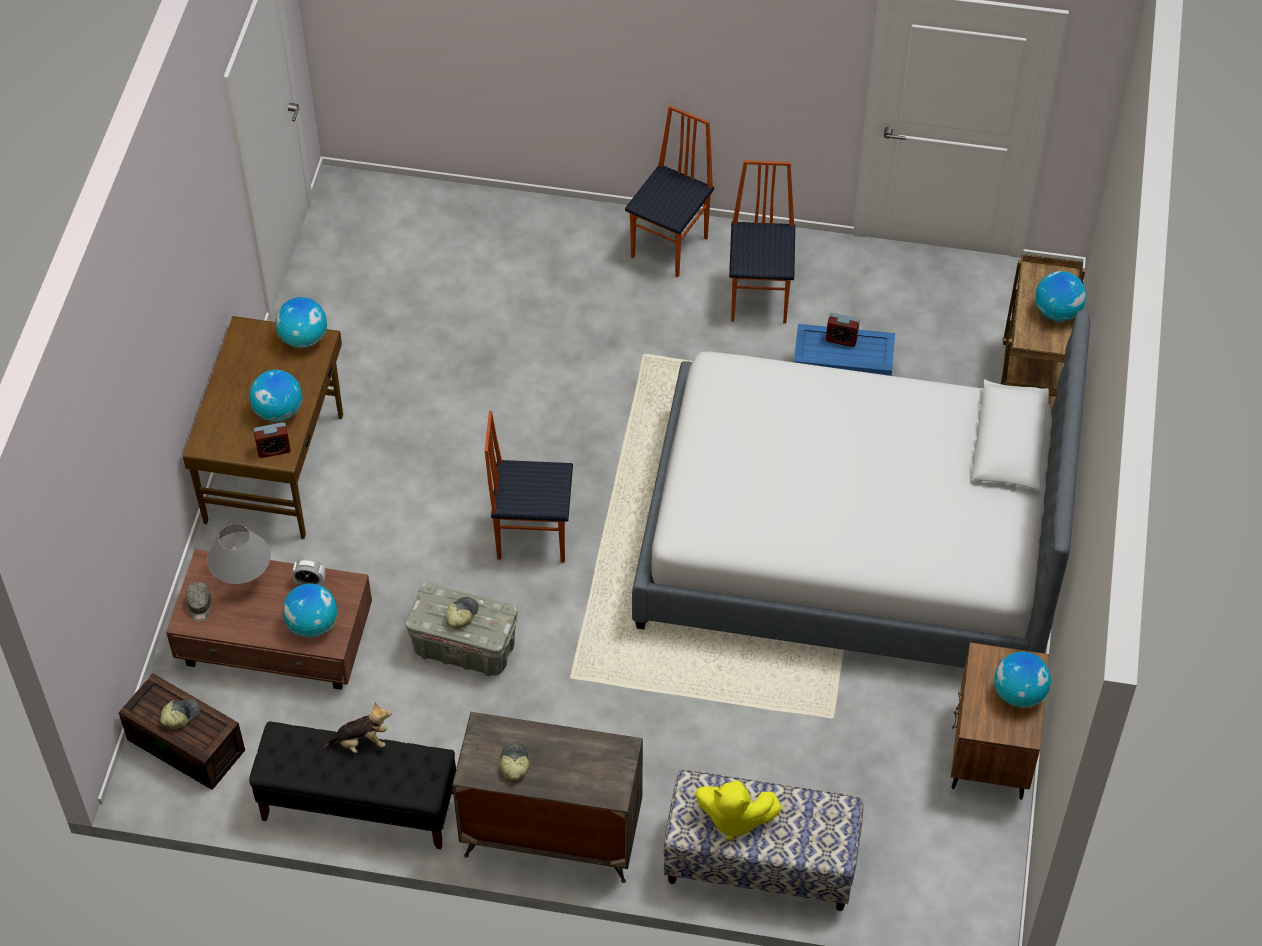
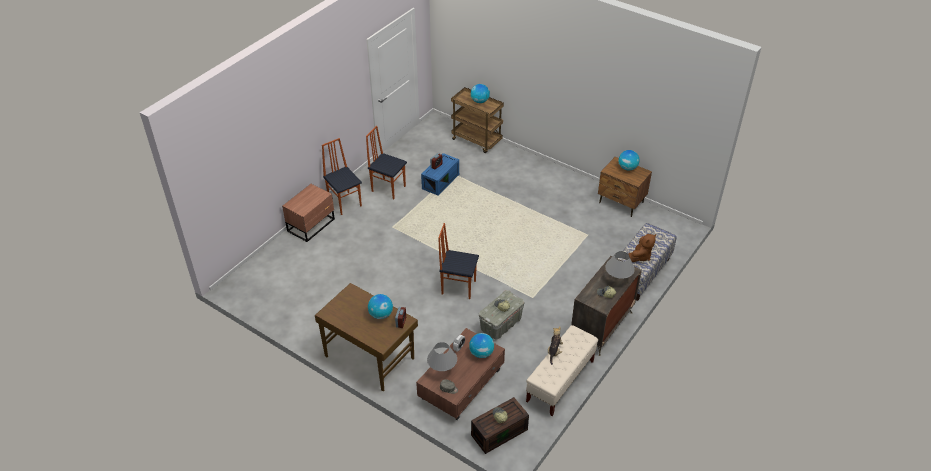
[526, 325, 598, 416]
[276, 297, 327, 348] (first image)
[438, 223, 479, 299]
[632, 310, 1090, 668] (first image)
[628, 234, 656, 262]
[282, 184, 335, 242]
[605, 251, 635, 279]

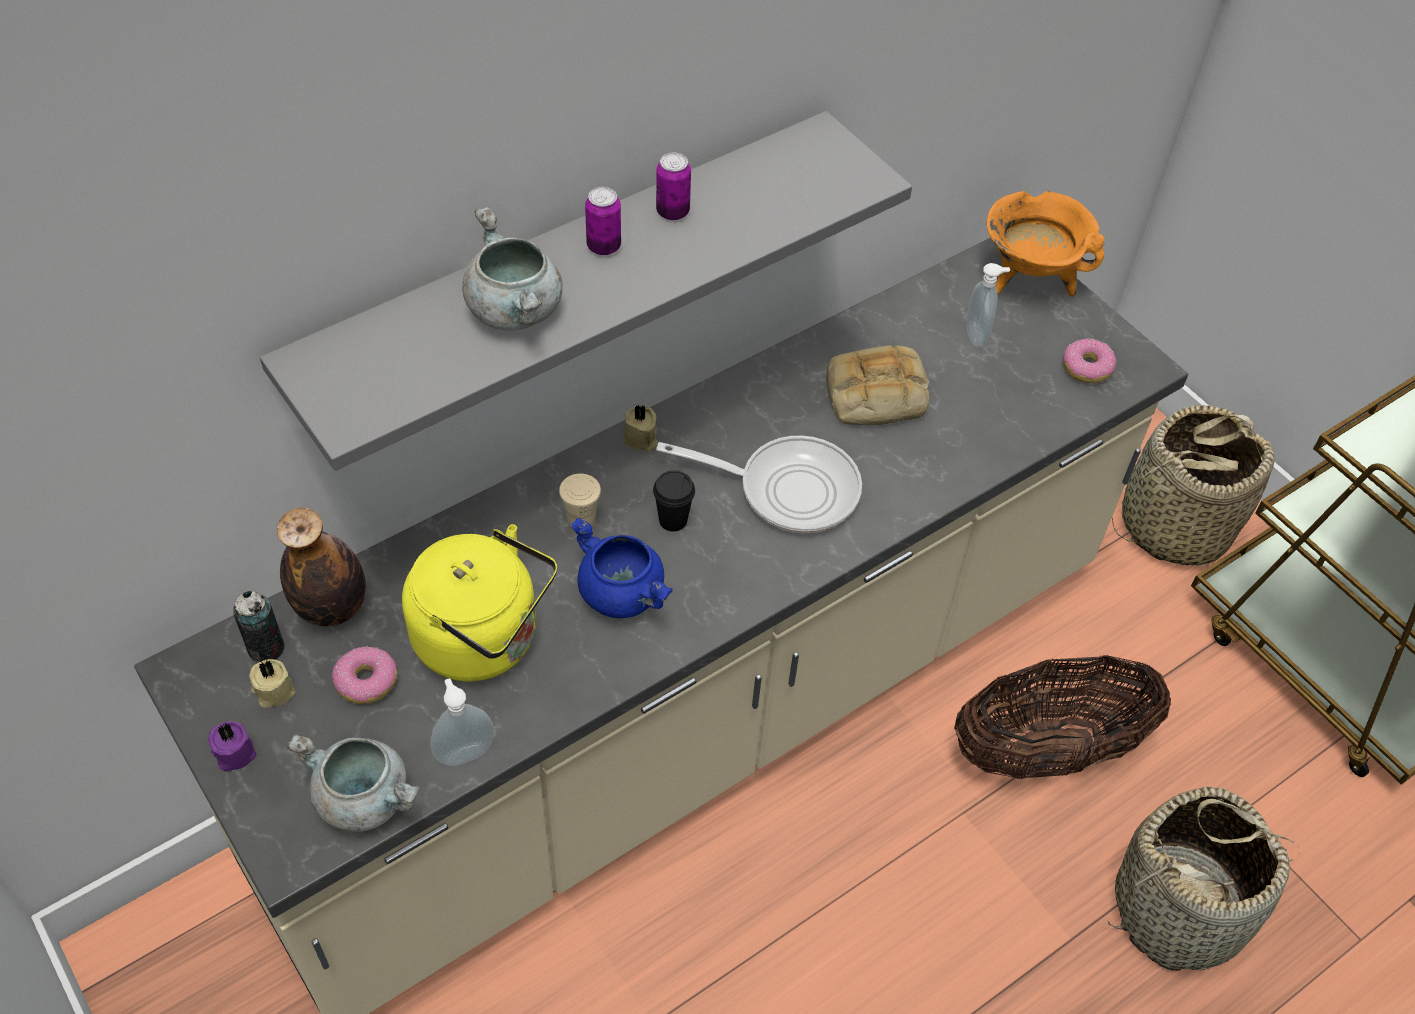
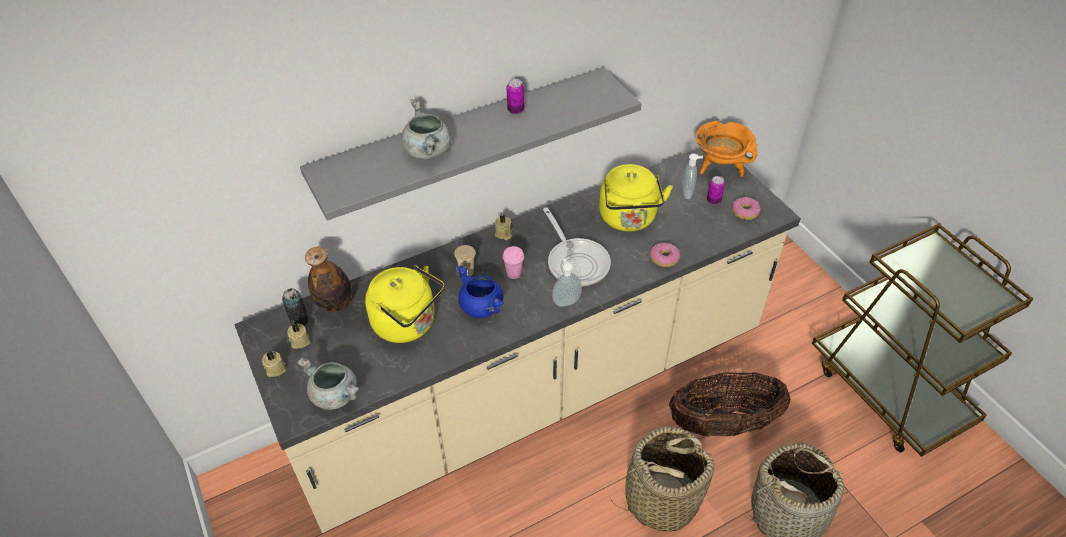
[262, 351, 286, 377]
[650, 243, 680, 267]
[552, 258, 582, 307]
[707, 176, 725, 205]
[503, 246, 524, 279]
[543, 207, 611, 286]
[599, 164, 673, 232]
[610, 427, 714, 532]

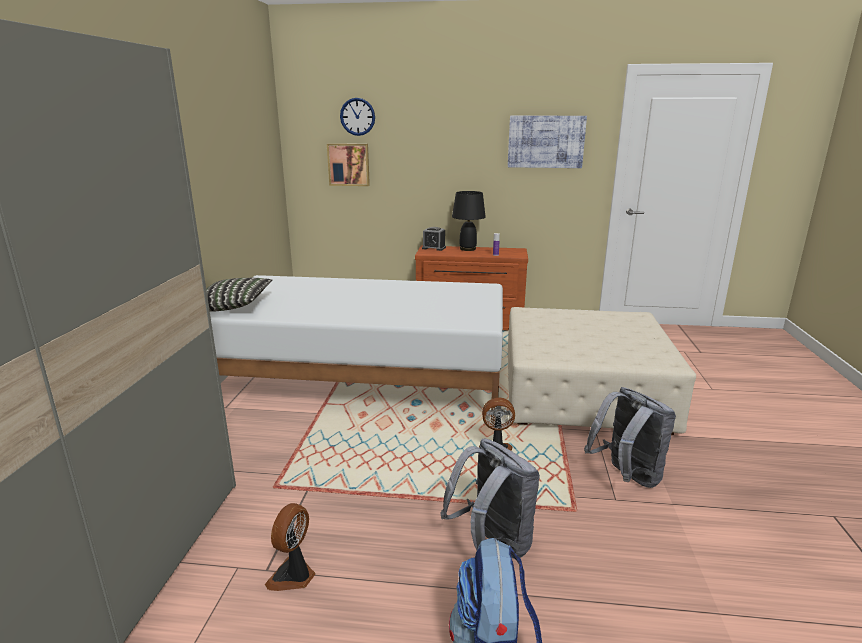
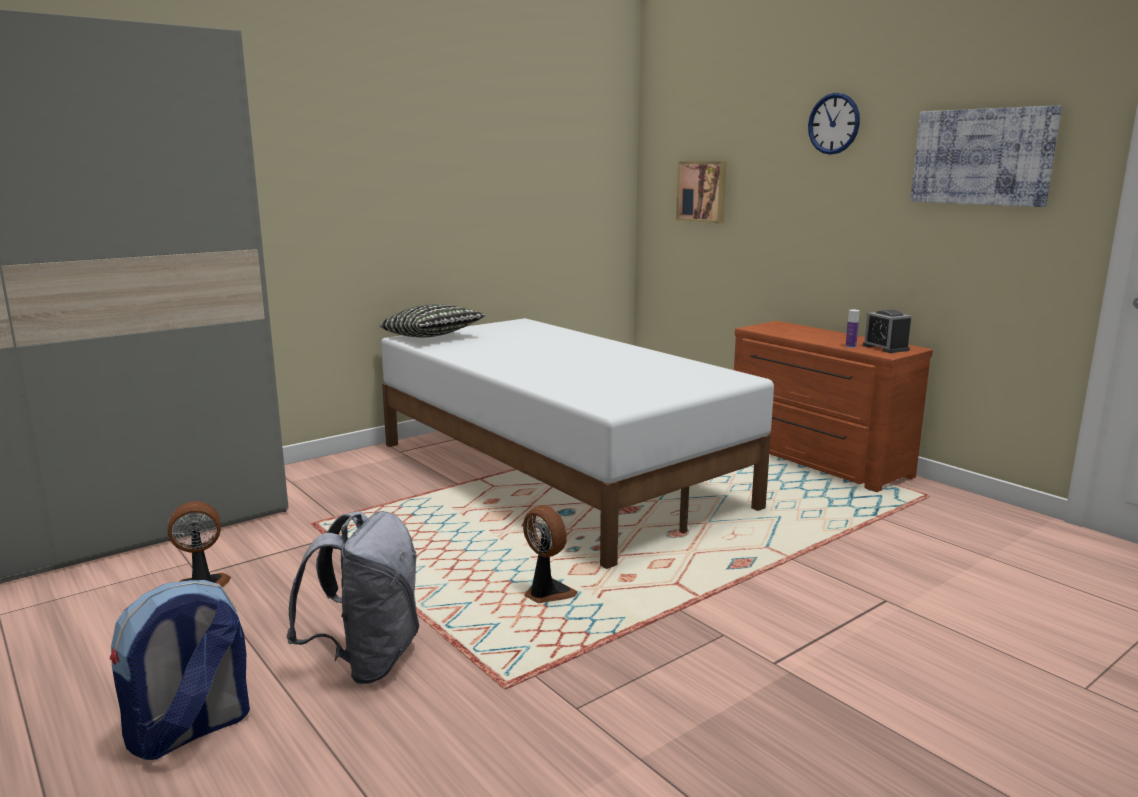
[808, 93, 860, 155]
[863, 310, 912, 353]
[452, 191, 486, 251] (first image)
[508, 307, 696, 435] (first image)
[584, 387, 676, 488] (first image)

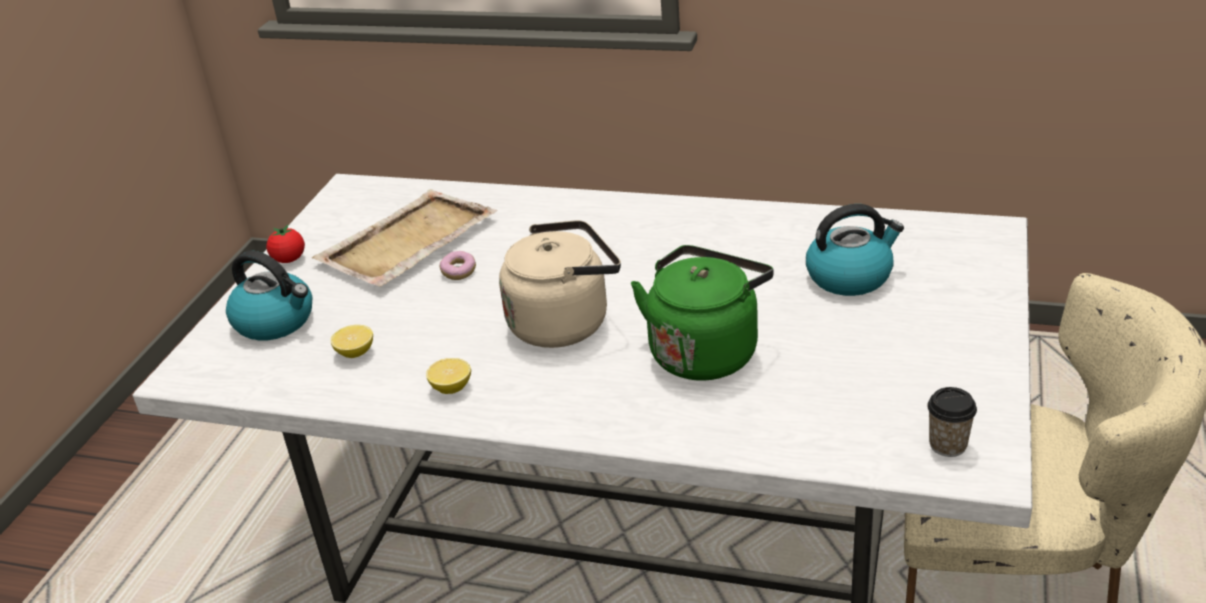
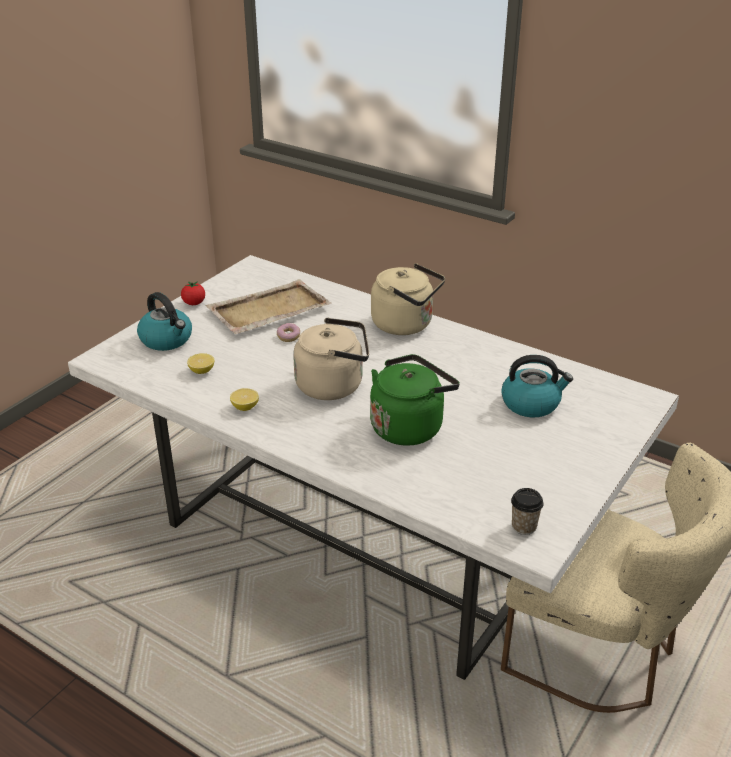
[371, 263, 445, 335]

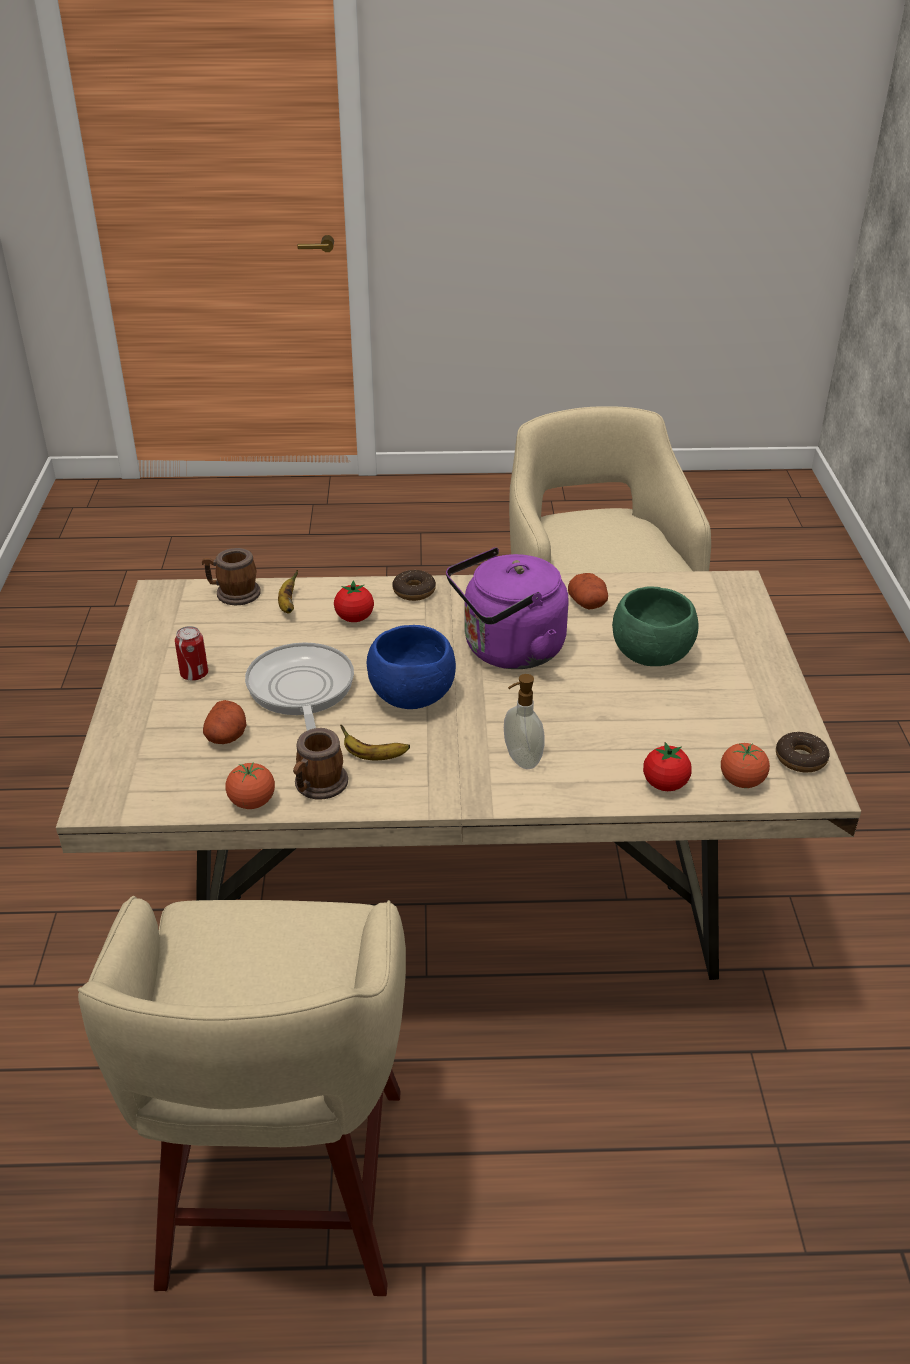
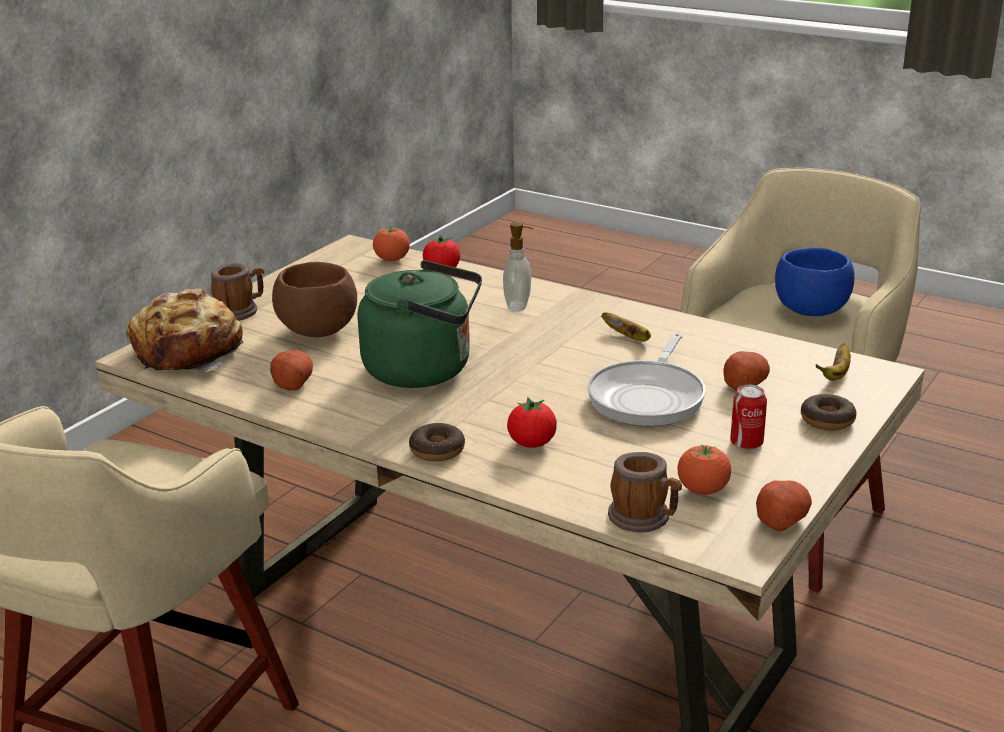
[677, 445, 731, 495]
[816, 343, 851, 381]
[211, 263, 264, 321]
[775, 248, 855, 316]
[358, 260, 482, 388]
[272, 262, 357, 337]
[801, 394, 857, 431]
[126, 288, 245, 372]
[756, 480, 812, 532]

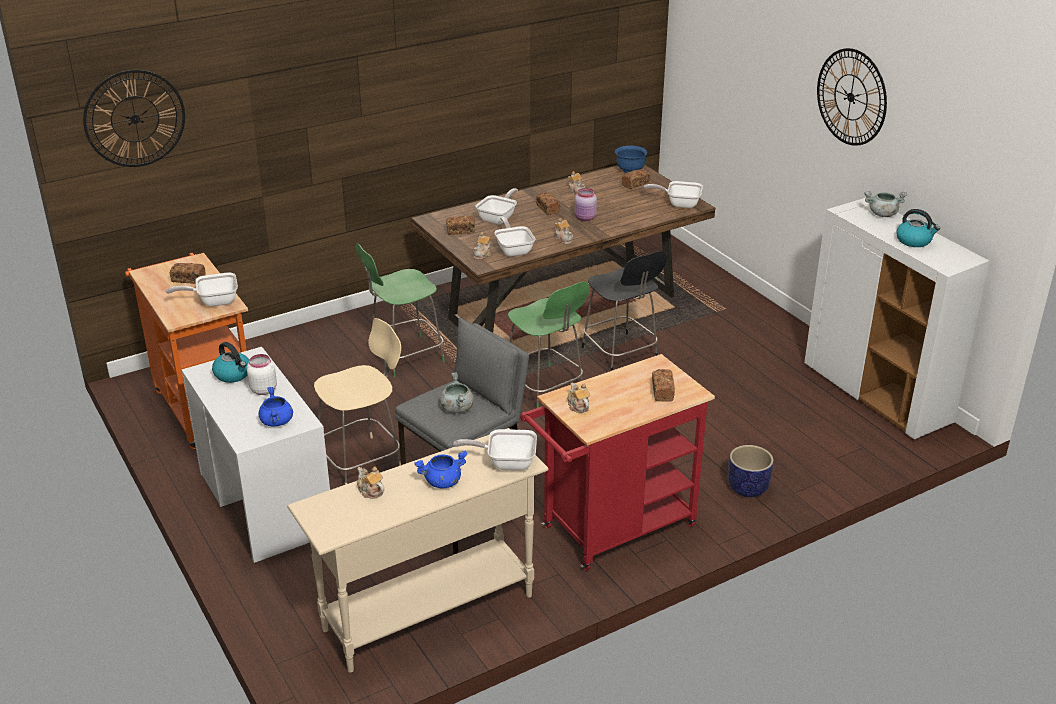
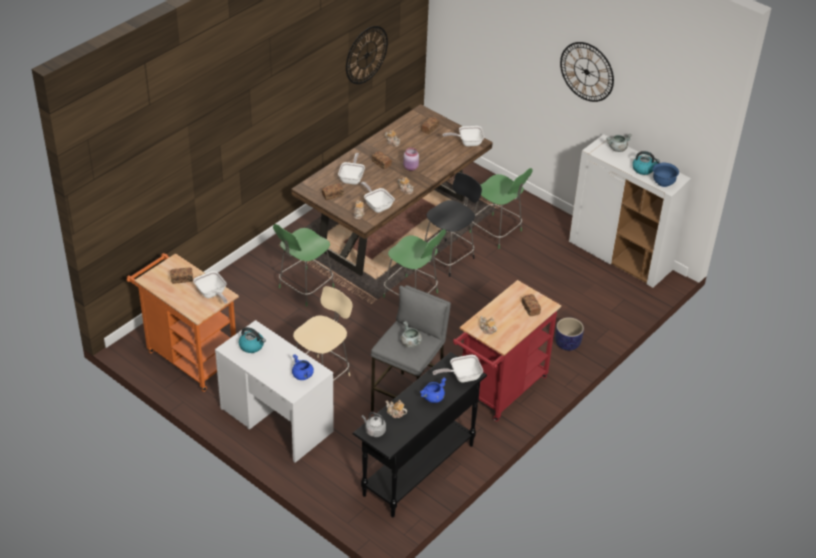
[346, 26, 388, 84]
[193, 271, 228, 304]
[247, 354, 277, 395] (first image)
[352, 352, 487, 517]
[425, 172, 482, 277]
[653, 163, 679, 187]
[362, 412, 386, 437]
[470, 168, 533, 249]

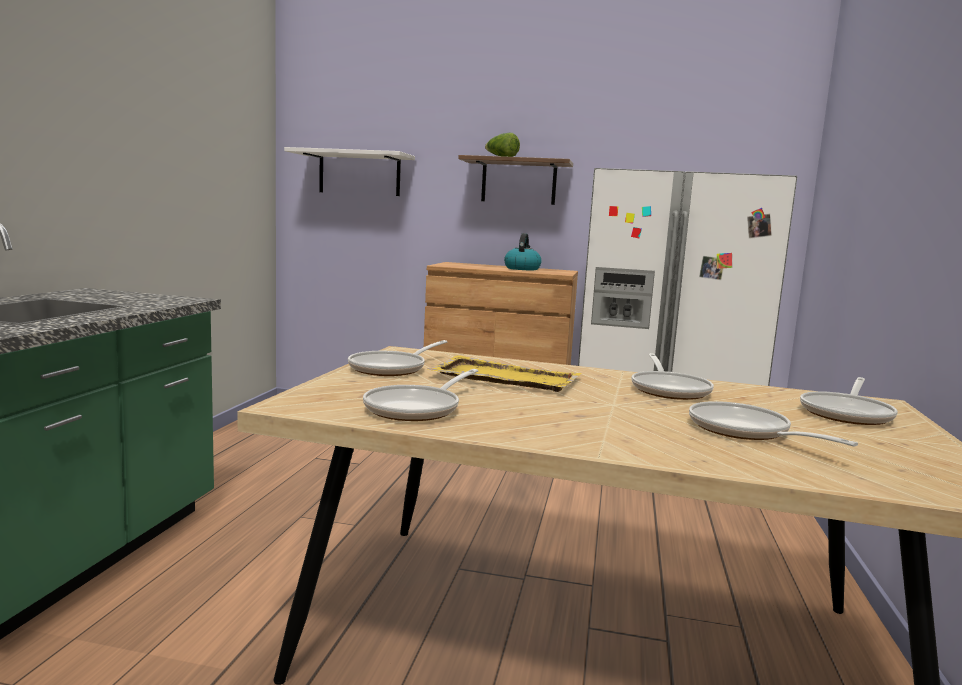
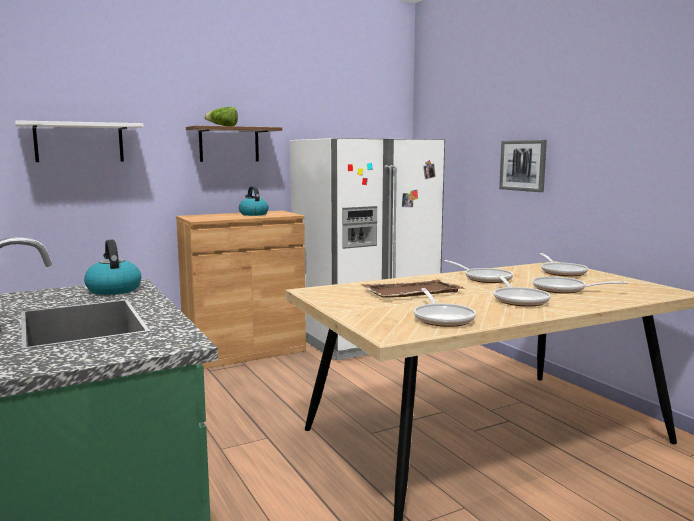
[494, 274, 551, 307]
[361, 280, 465, 298]
[84, 240, 141, 295]
[499, 140, 547, 192]

